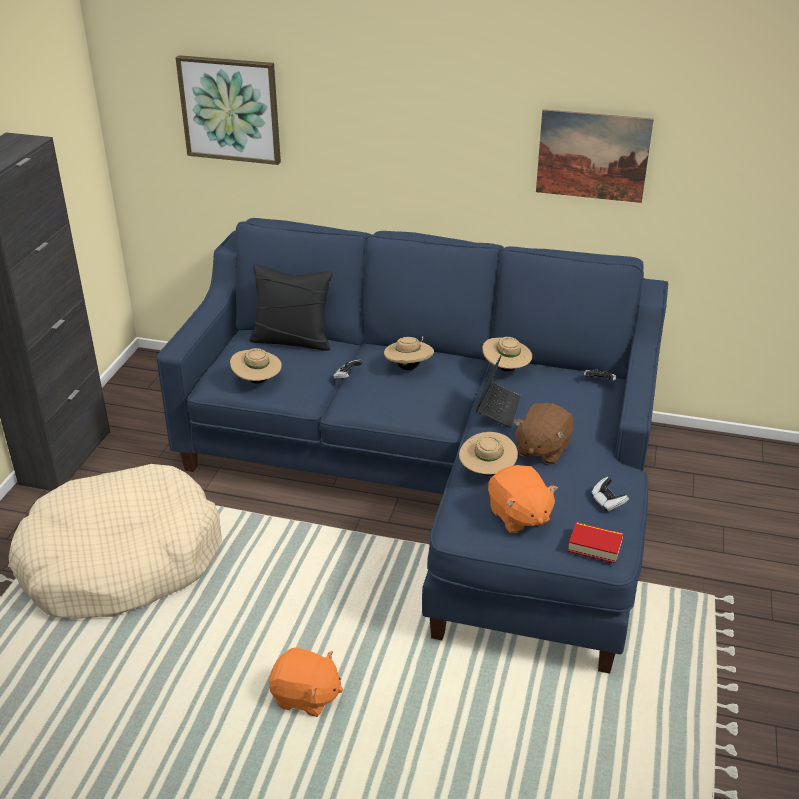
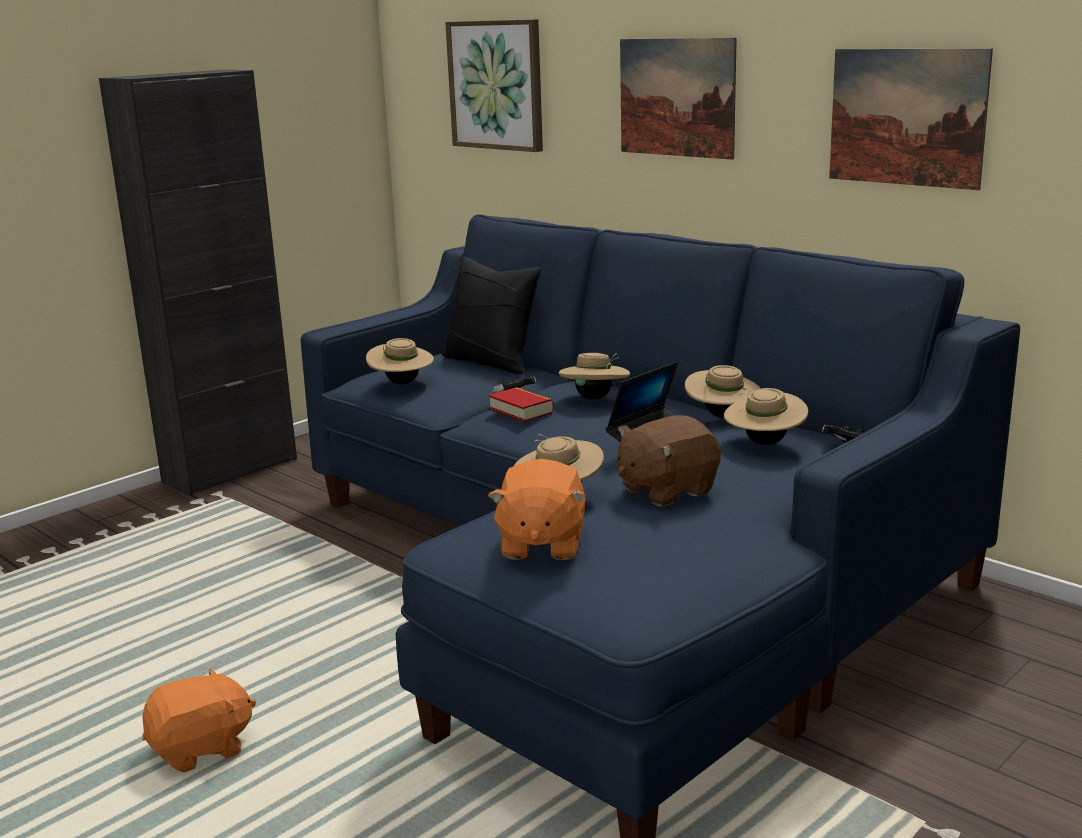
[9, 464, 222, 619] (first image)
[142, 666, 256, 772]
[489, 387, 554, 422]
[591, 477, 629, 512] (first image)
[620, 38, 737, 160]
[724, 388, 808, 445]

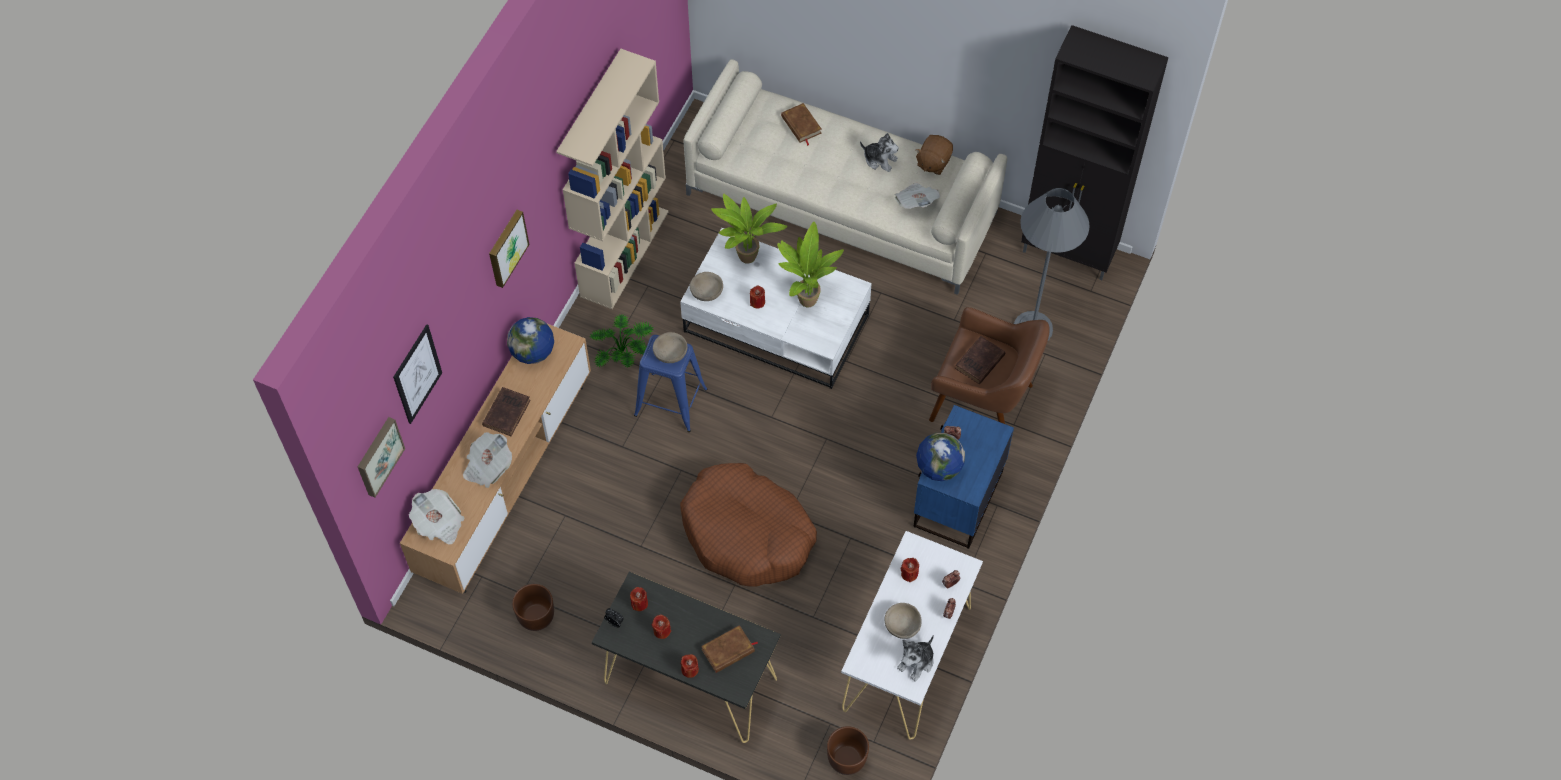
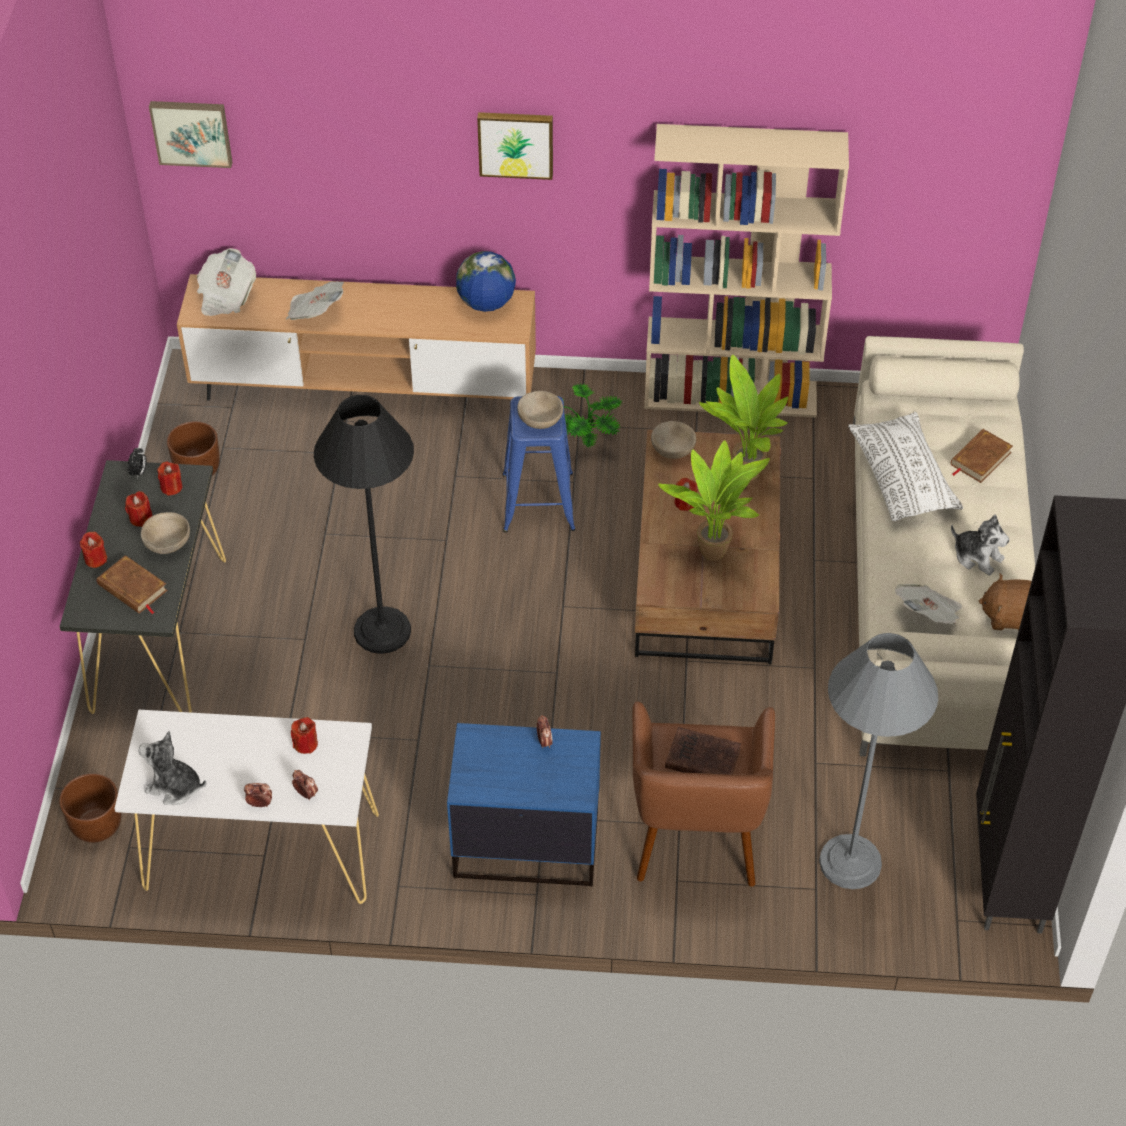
[393, 324, 442, 424] (first image)
[482, 387, 531, 436] (first image)
[635, 429, 781, 664]
[314, 395, 414, 654]
[951, 515, 1010, 576]
[141, 512, 190, 554]
[916, 433, 965, 481] (first image)
[848, 412, 963, 521]

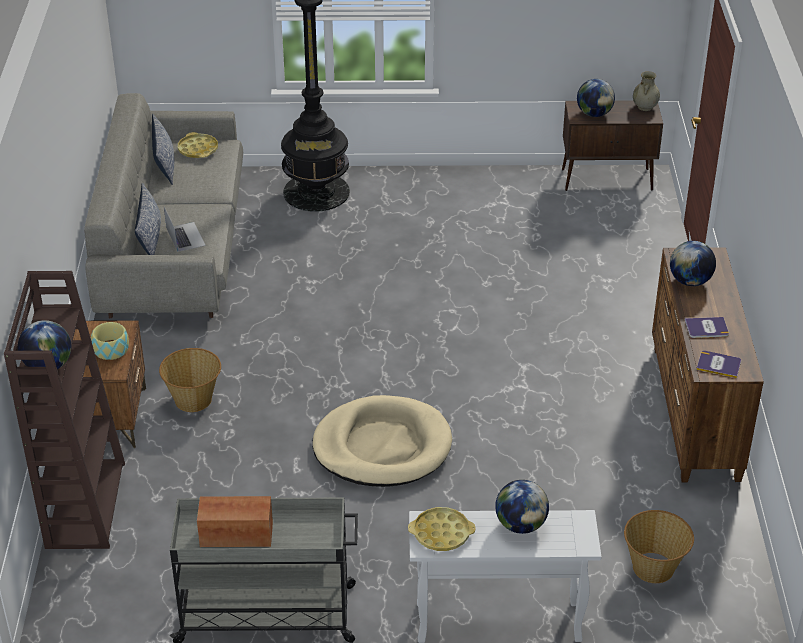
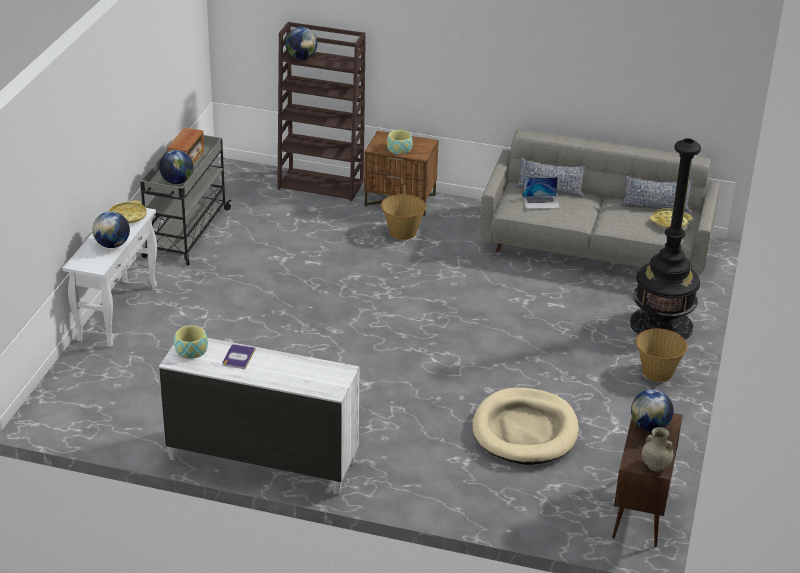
[472, 388, 579, 465]
[636, 329, 688, 382]
[159, 338, 360, 495]
[159, 150, 193, 184]
[174, 325, 208, 359]

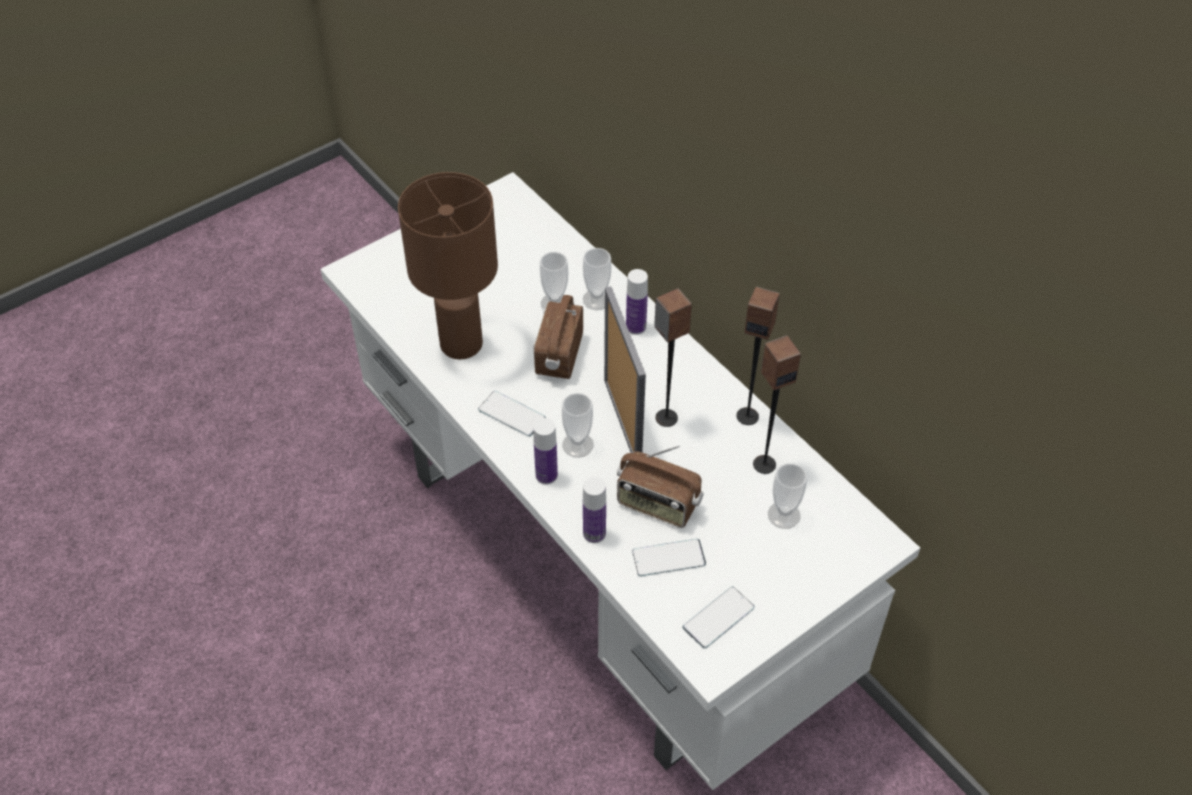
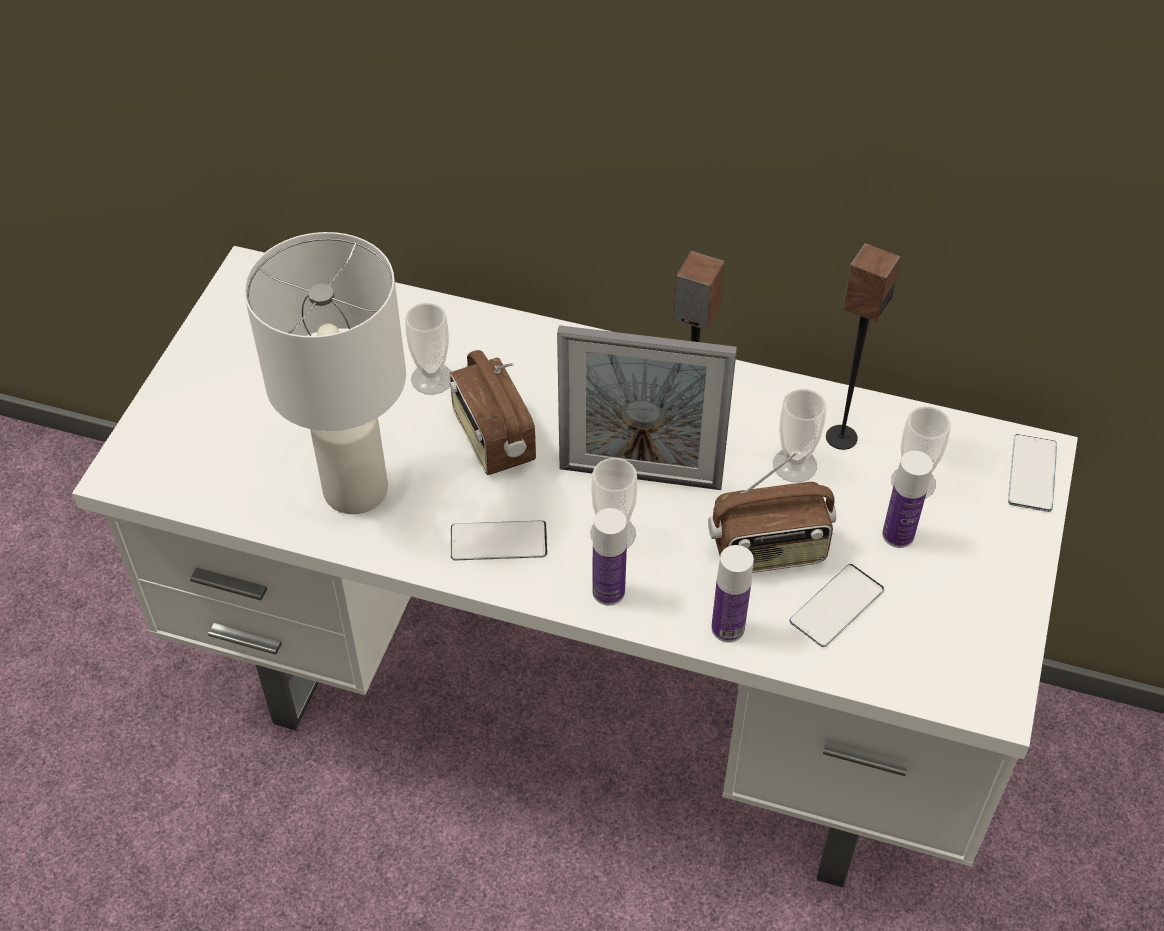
[244, 232, 406, 514]
[773, 389, 827, 482]
[557, 325, 737, 490]
[882, 451, 933, 548]
[1008, 434, 1057, 512]
[736, 287, 780, 425] (first image)

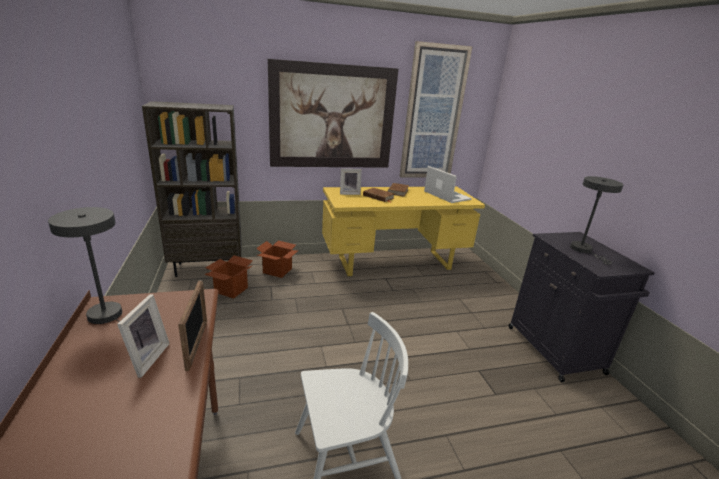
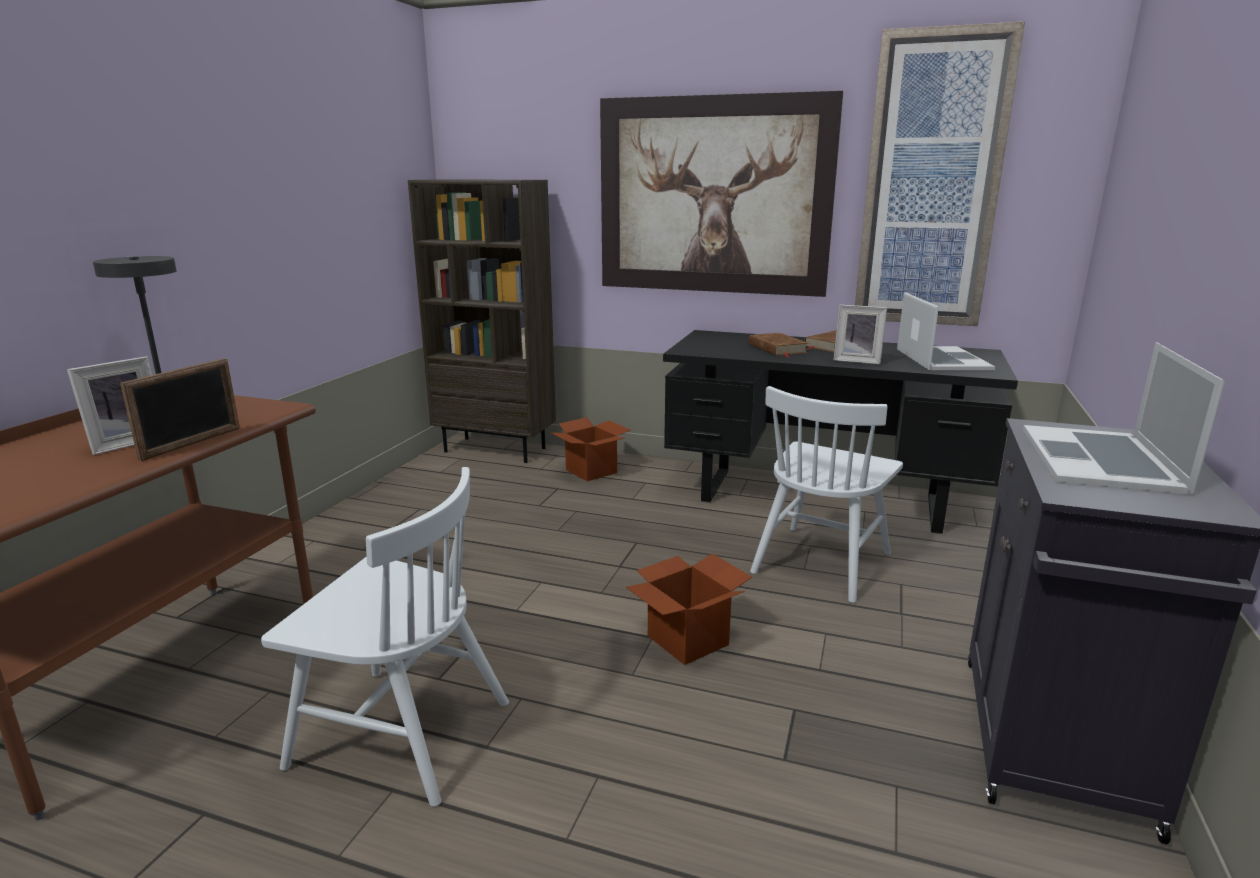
[626, 554, 752, 665]
[663, 330, 1018, 534]
[834, 305, 887, 364]
[1023, 342, 1225, 495]
[750, 386, 903, 603]

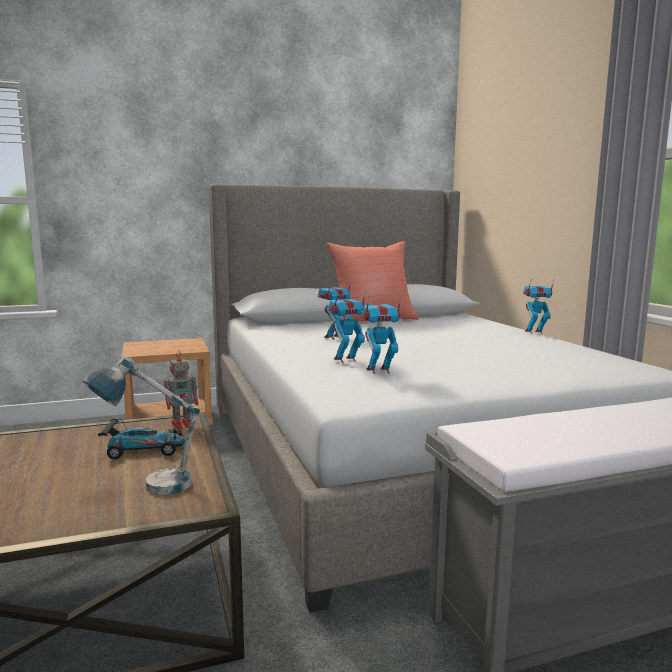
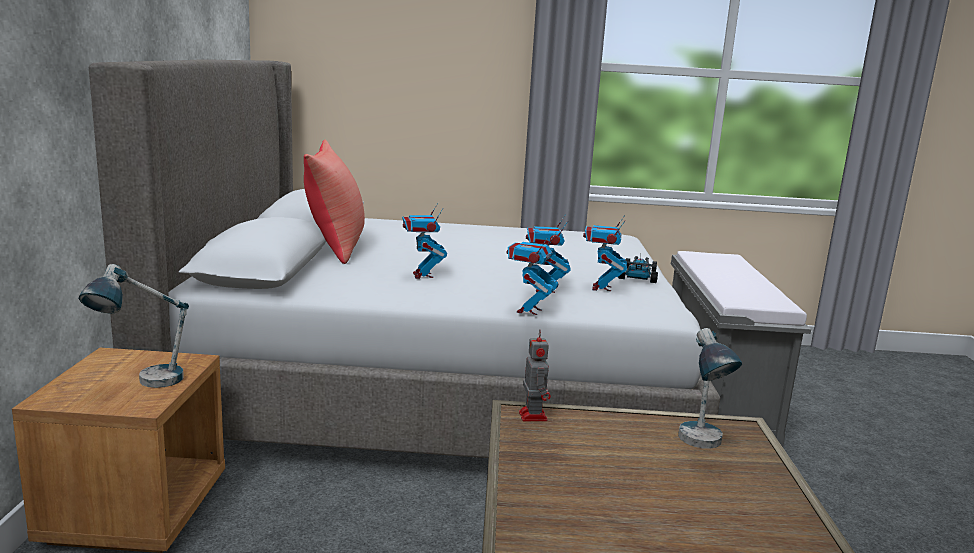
[618, 254, 658, 283]
[507, 232, 558, 315]
[79, 264, 189, 388]

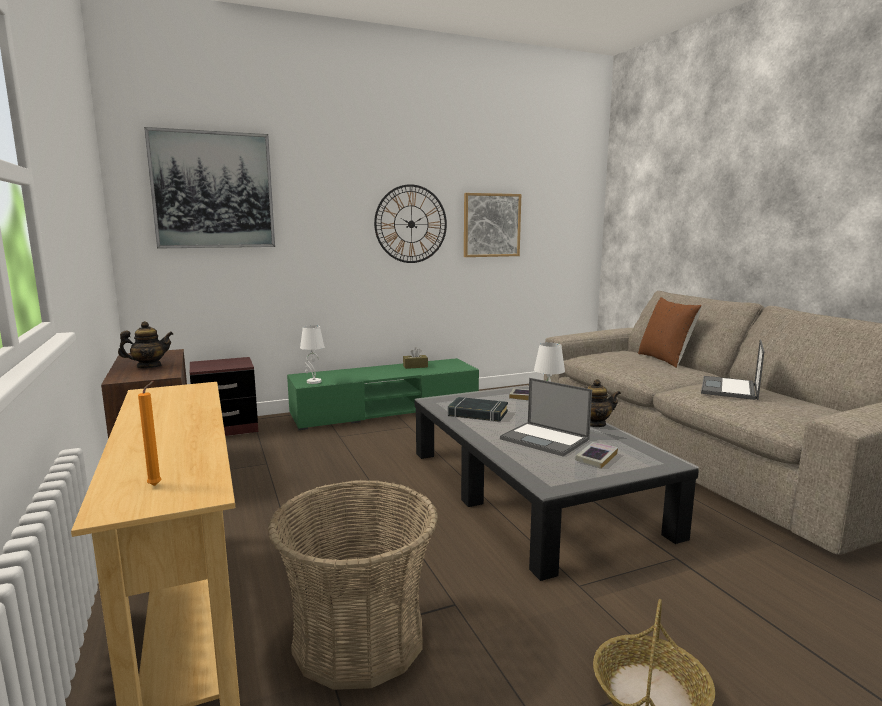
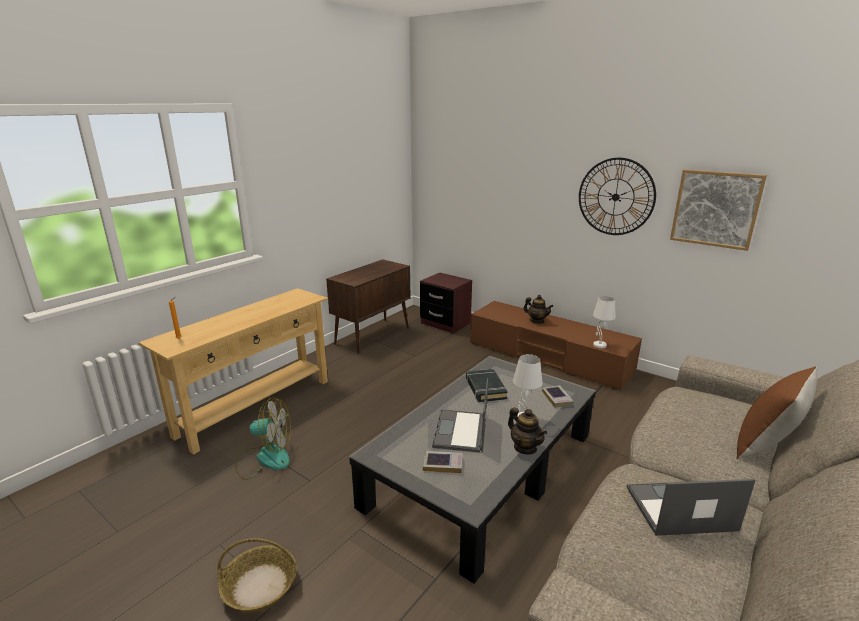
[523, 295, 553, 323]
[144, 127, 275, 249] (first image)
[235, 398, 291, 480]
[470, 301, 642, 391]
[593, 296, 616, 348]
[403, 347, 428, 369] (first image)

